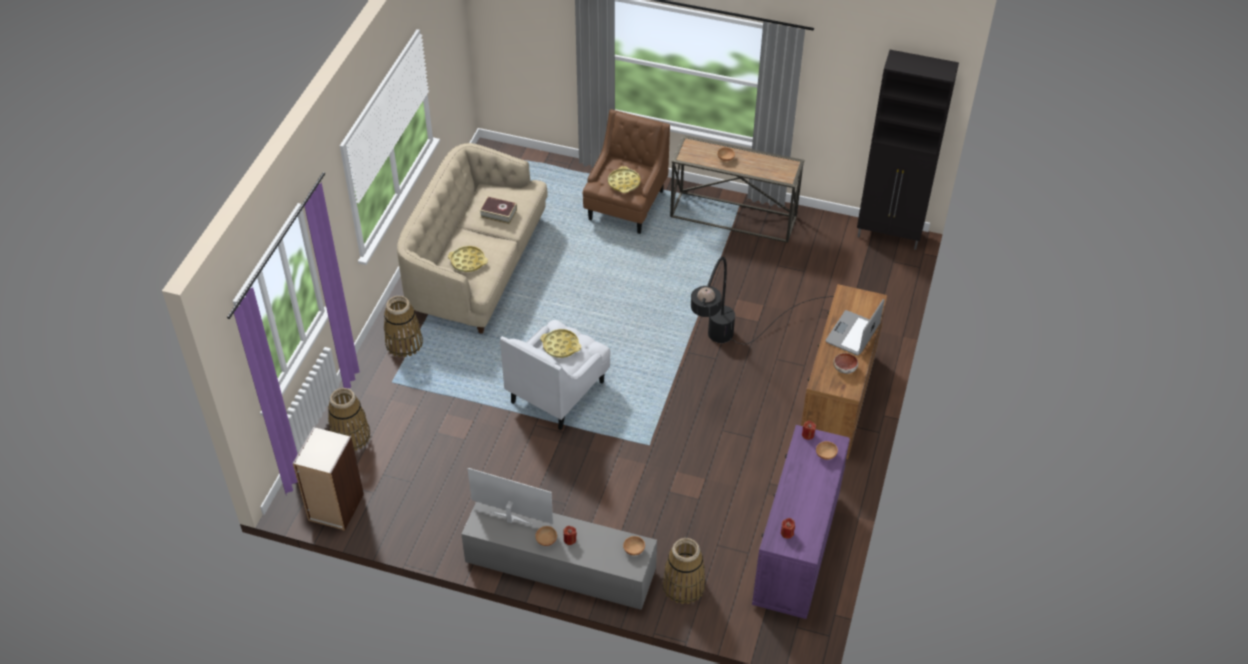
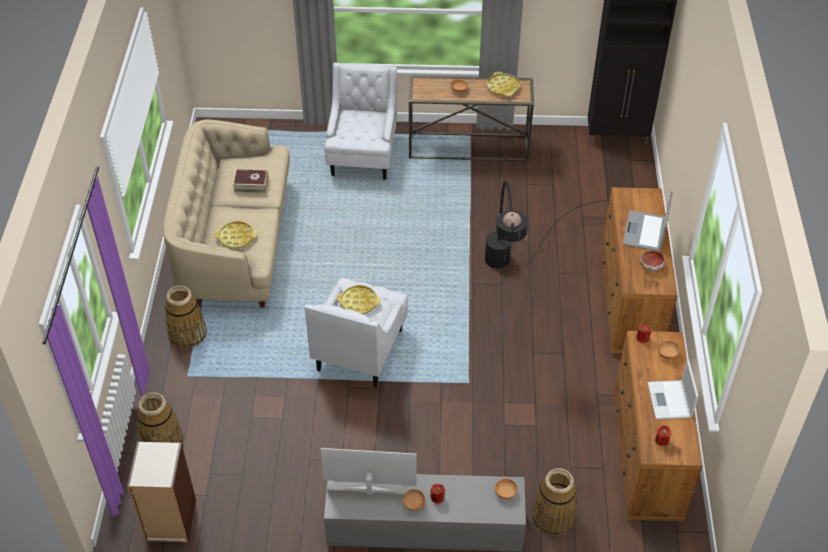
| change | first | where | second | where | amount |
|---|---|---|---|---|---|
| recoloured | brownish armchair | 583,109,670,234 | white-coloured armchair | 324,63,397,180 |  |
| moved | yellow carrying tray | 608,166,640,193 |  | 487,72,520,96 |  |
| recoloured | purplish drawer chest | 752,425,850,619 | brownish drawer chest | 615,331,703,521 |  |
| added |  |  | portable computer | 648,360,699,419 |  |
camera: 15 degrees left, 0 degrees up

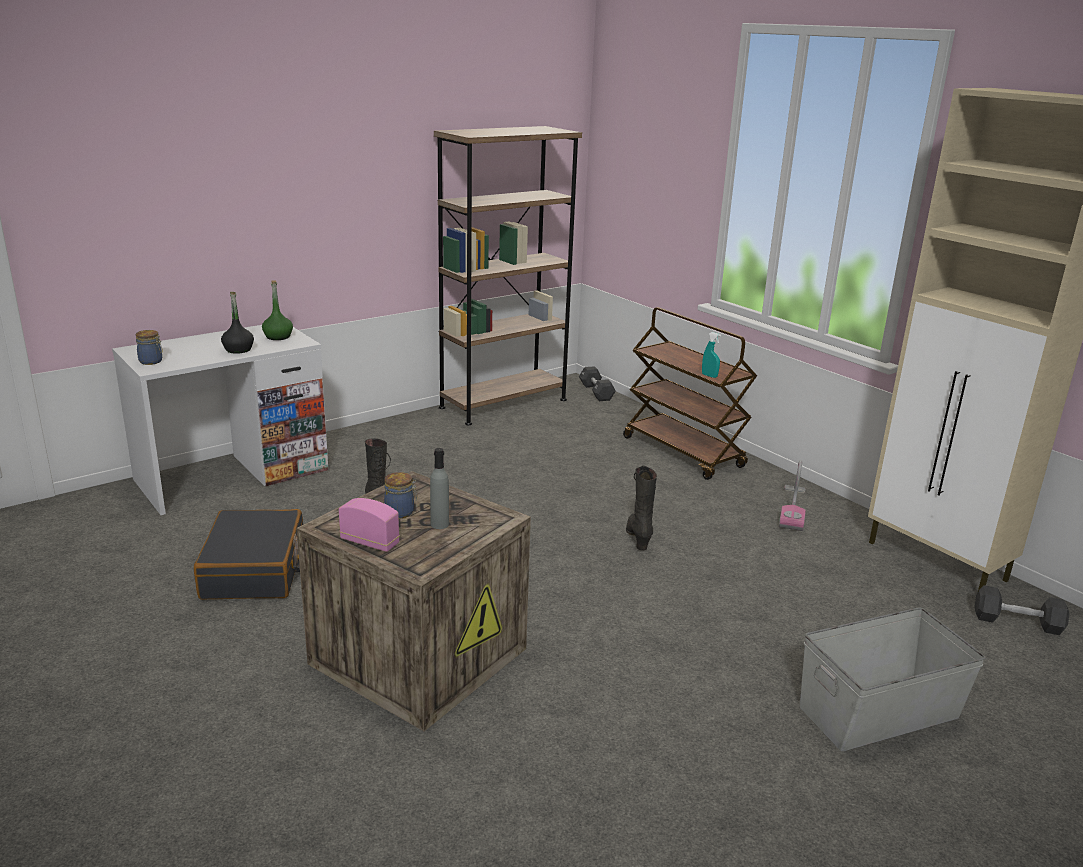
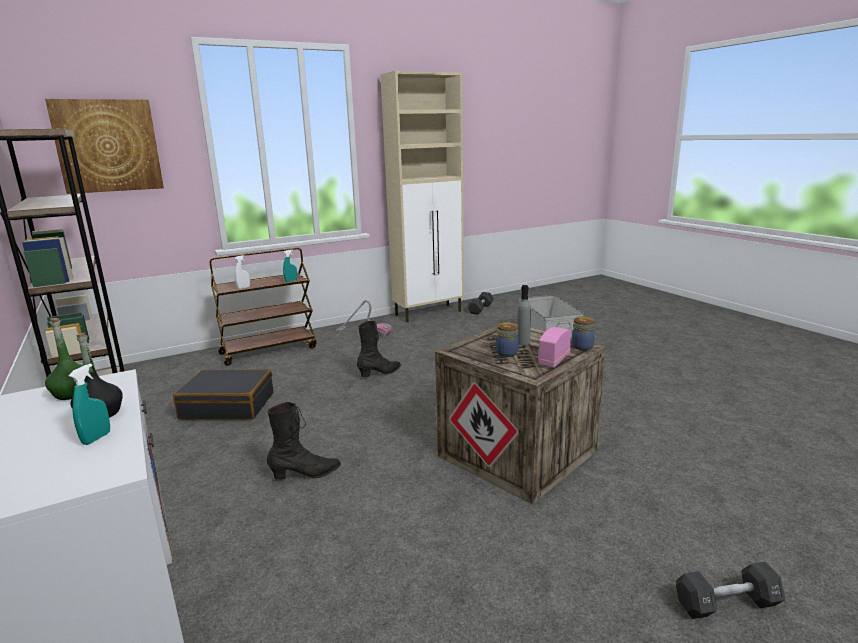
| change | first | where | second | where | amount |
|---|---|---|---|---|---|
| moved | storage jar | 135,330,163,365 |  | 572,316,595,350 |  |
| moved | black-coloured free weight | 579,366,616,401 |  | 676,562,785,619 |  |
| turned | black-coloured high-top boot | 626,465,657,550 |  | 357,321,401,377 | 135 degrees clockwise |
| moved | black-coloured piece of luggage | 194,509,303,599 |  | 173,369,273,420 |  |
| added |  |  | wall picture | 45,99,164,194 |  |
| added |  |  | white-coloured spray bottle | 235,255,250,289 |  |
| added |  |  | blue-green spray bottle | 69,364,110,445 |  |
camera: 80 degrees left, 5 degrees down

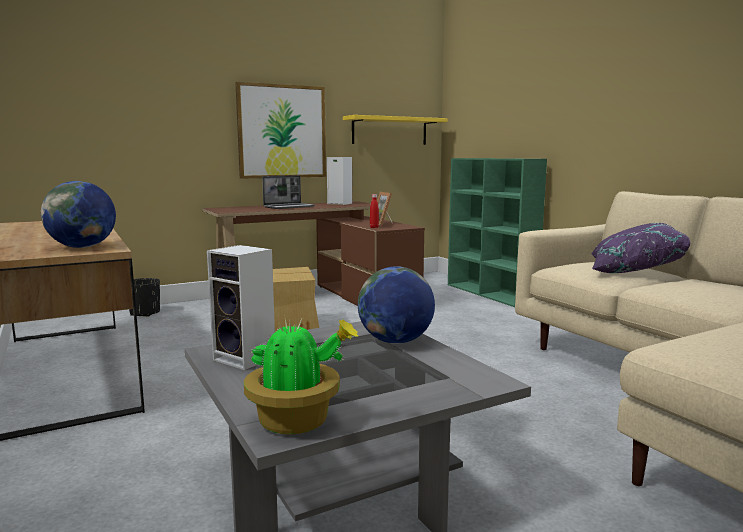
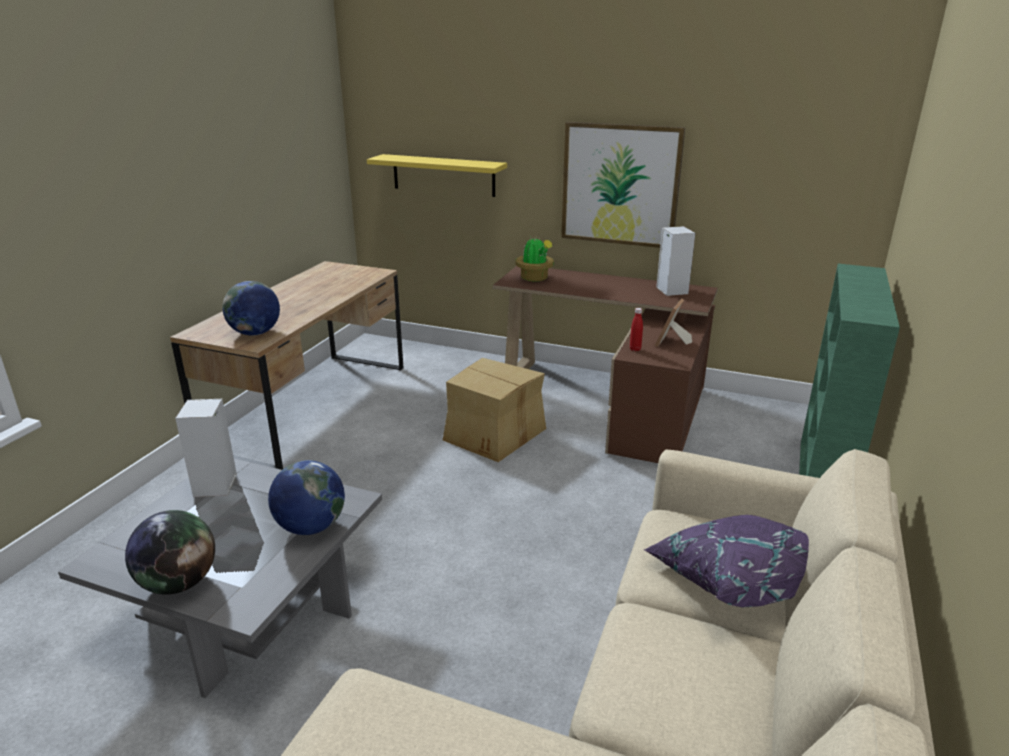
| change | first | where | second | where | amount |
|---|---|---|---|---|---|
| moved | yellow shelf | 343,115,447,145 |  | 367,154,507,197 |  |
| removed | portable computer | 262,175,315,209 |  |  |  |
| removed | black-coloured planter | 129,278,160,317 |  |  |  |
| moved | houseplant | 244,319,358,434 |  | 515,236,554,281 |  |
| added |  |  | world globe | 125,510,215,595 |  |
camera: 50 degrees right, 15 degrees up

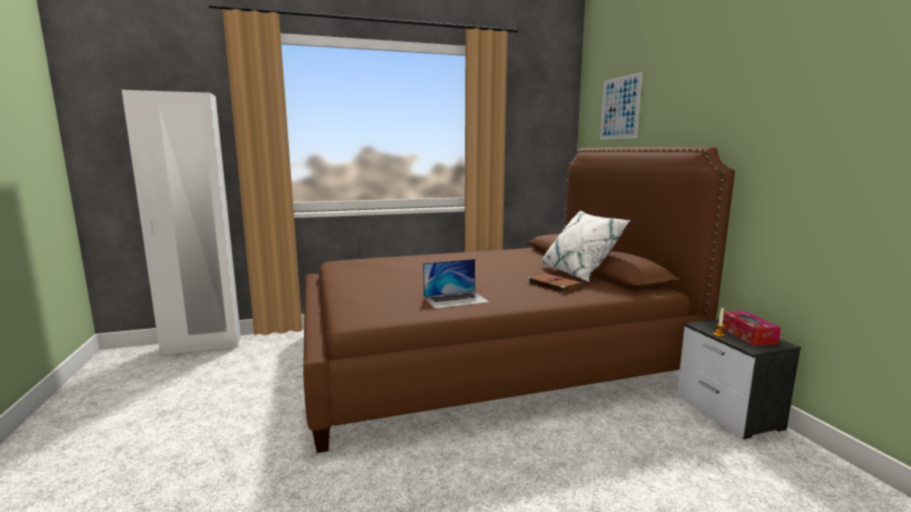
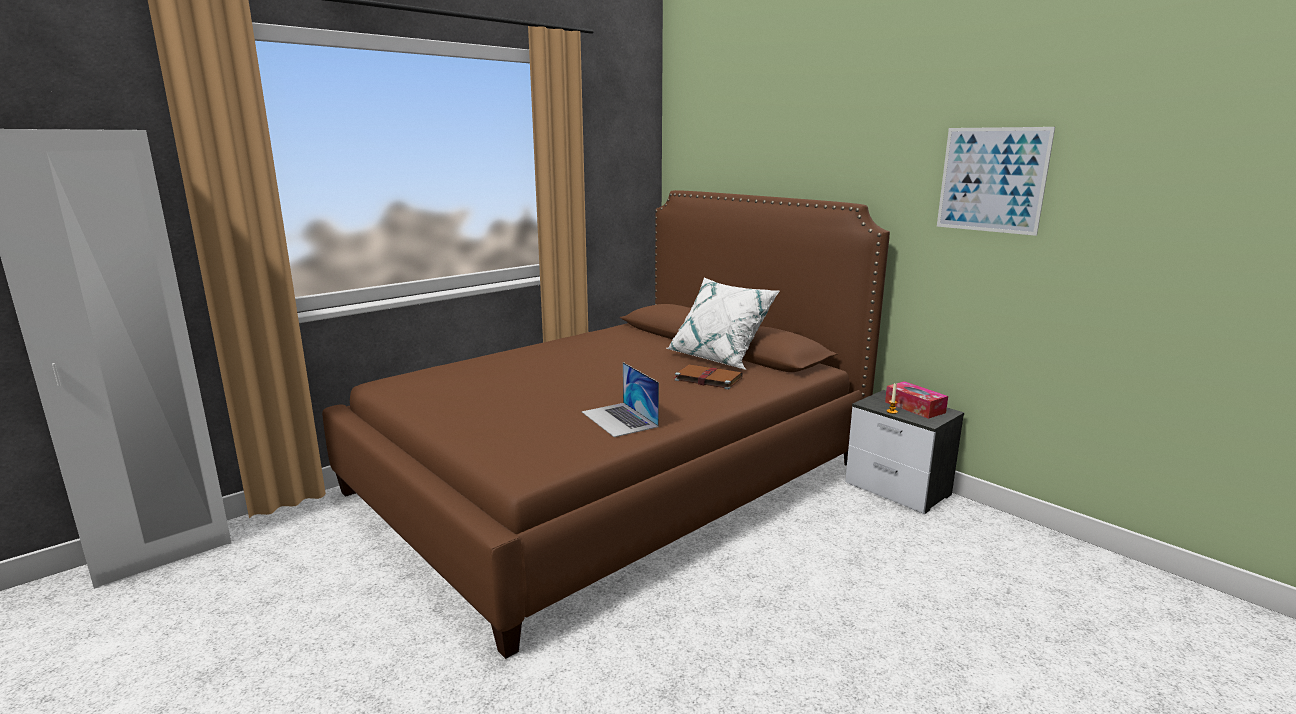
| change | first | where | second | where | amount |
|---|---|---|---|---|---|
| moved | wall picture | 600,72,642,140 |  | 937,127,1055,236 |  |
| turned | portable computer | 423,259,489,309 |  | 582,362,659,437 | 105 degrees clockwise |
camera: 25 degrees left, 5 degrees up

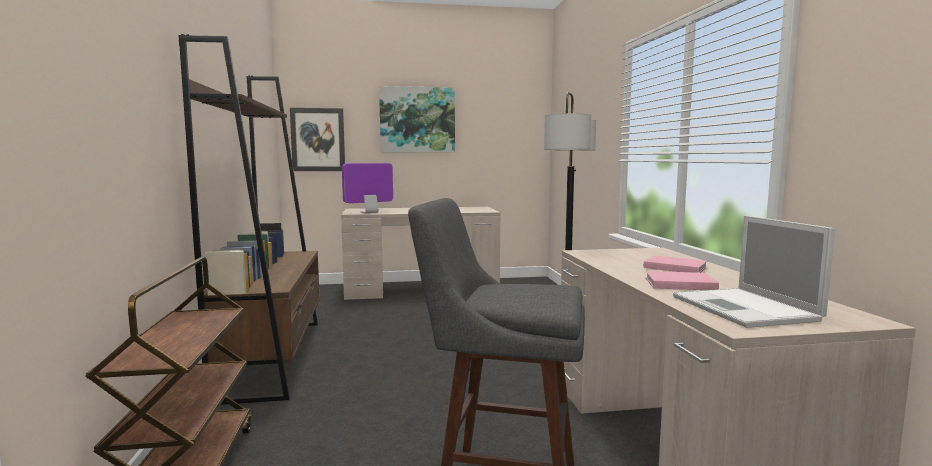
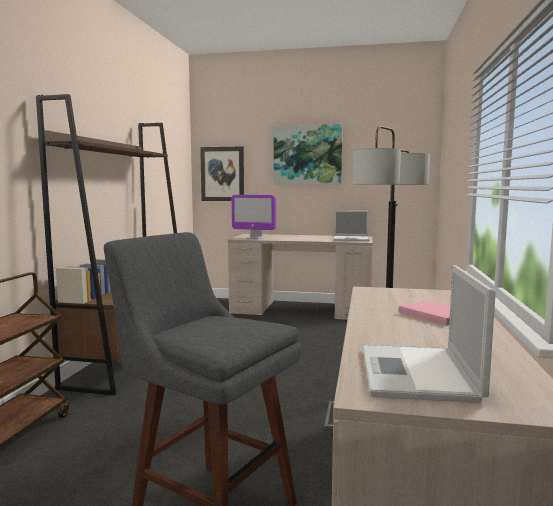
| change | first | where | second | where | amount |
|---|---|---|---|---|---|
| turned | computer screen | 342,163,393,213 |  | 231,195,276,239 | 150 degrees counterclockwise |
| removed | pinkish volume | 646,271,719,290 |  |  |  |
| added |  |  | portable computer | 333,210,370,241 |  |
camera: 20 degrees right, 0 degrees up

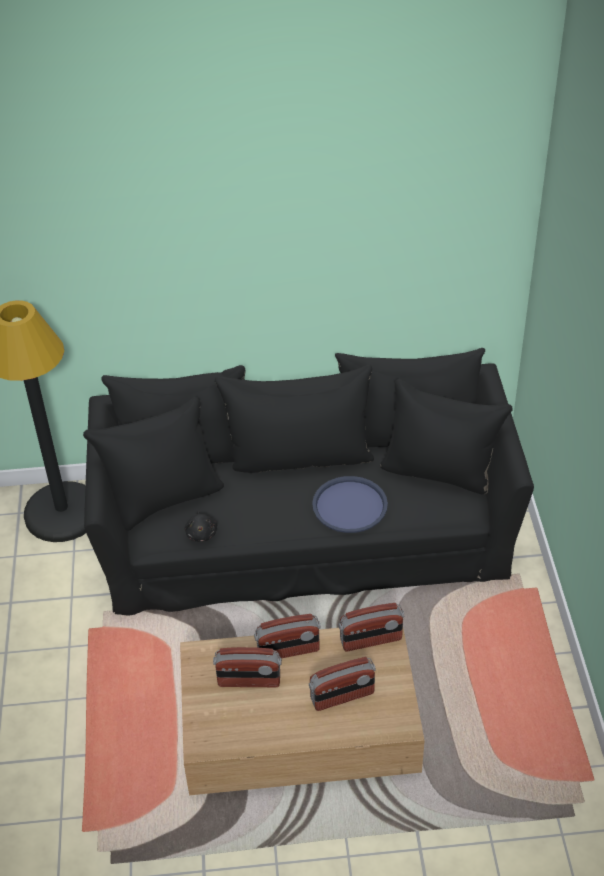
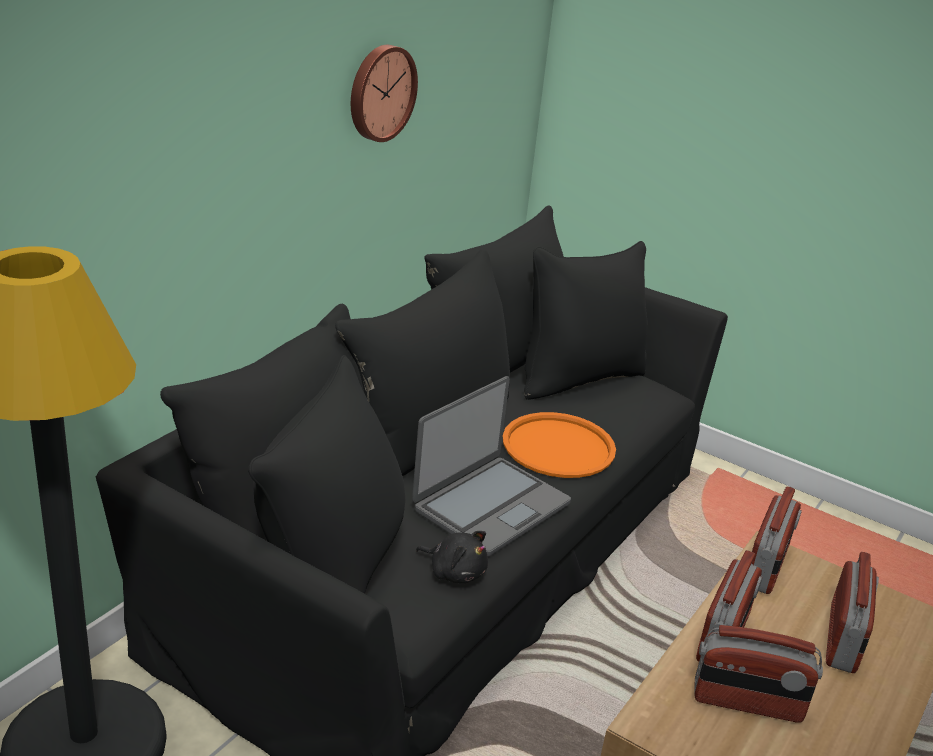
| change | first | where | second | where | amount |
|---|---|---|---|---|---|
| recoloured | blue carrying tray | 312,476,388,533 | orange-coloured carrying tray | 503,412,616,478 |  |
| turned | radio | 213,647,282,687 |  | 694,625,823,723 | 60 degrees clockwise |
| added |  |  | clock on the wall | 351,45,418,142 |  |
| added |  |  | portable computer | 412,376,571,556 |  |
camera: 55 degrees left, 15 degrees down

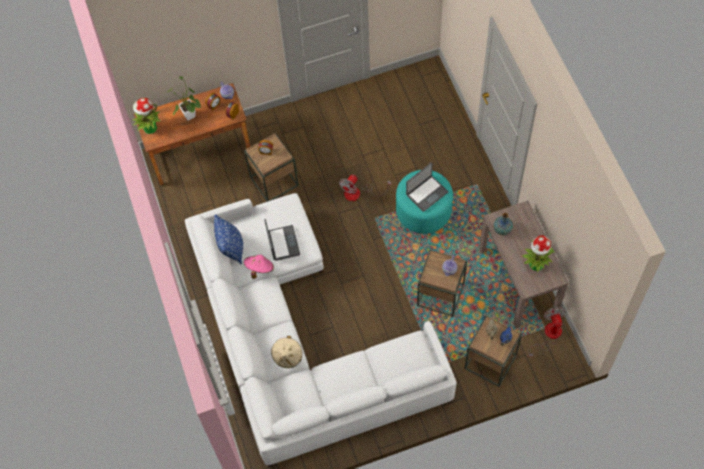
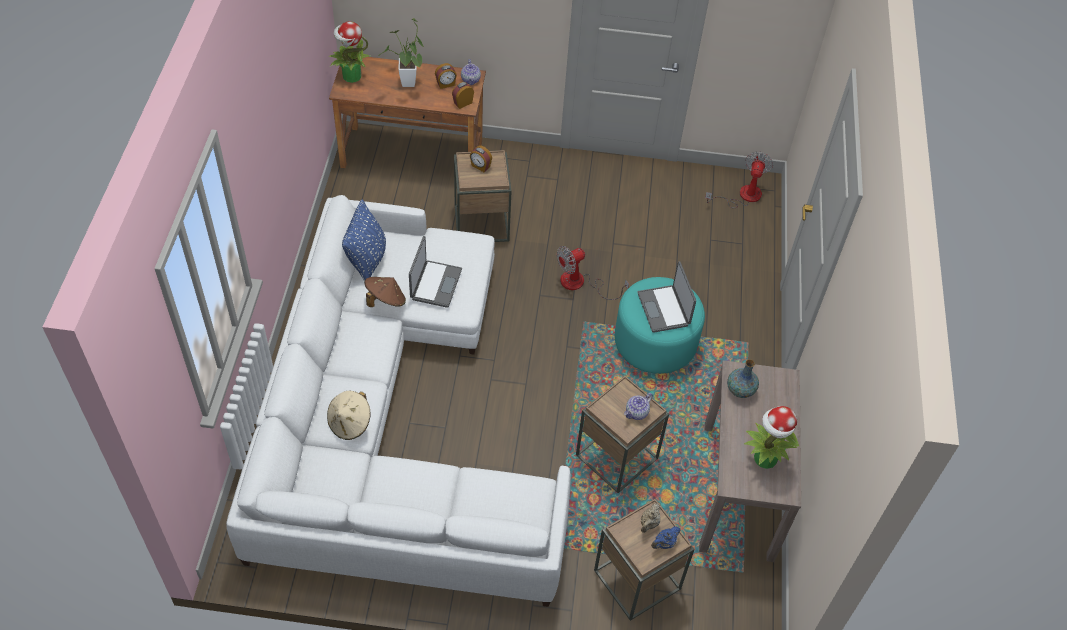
| change | first | where | second | where | amount |
|---|---|---|---|---|---|
| turned | portable computer | 406,162,448,212 |  | 637,261,696,333 | 90 degrees clockwise |
| recoloured | pinkish wearable hat | 244,255,274,279 | brownish wearable hat | 364,277,406,307 |  |
| moved | fan | 529,307,566,357 |  | 705,152,773,208 |  |
camera: 20 degrees right, 10 degrees down

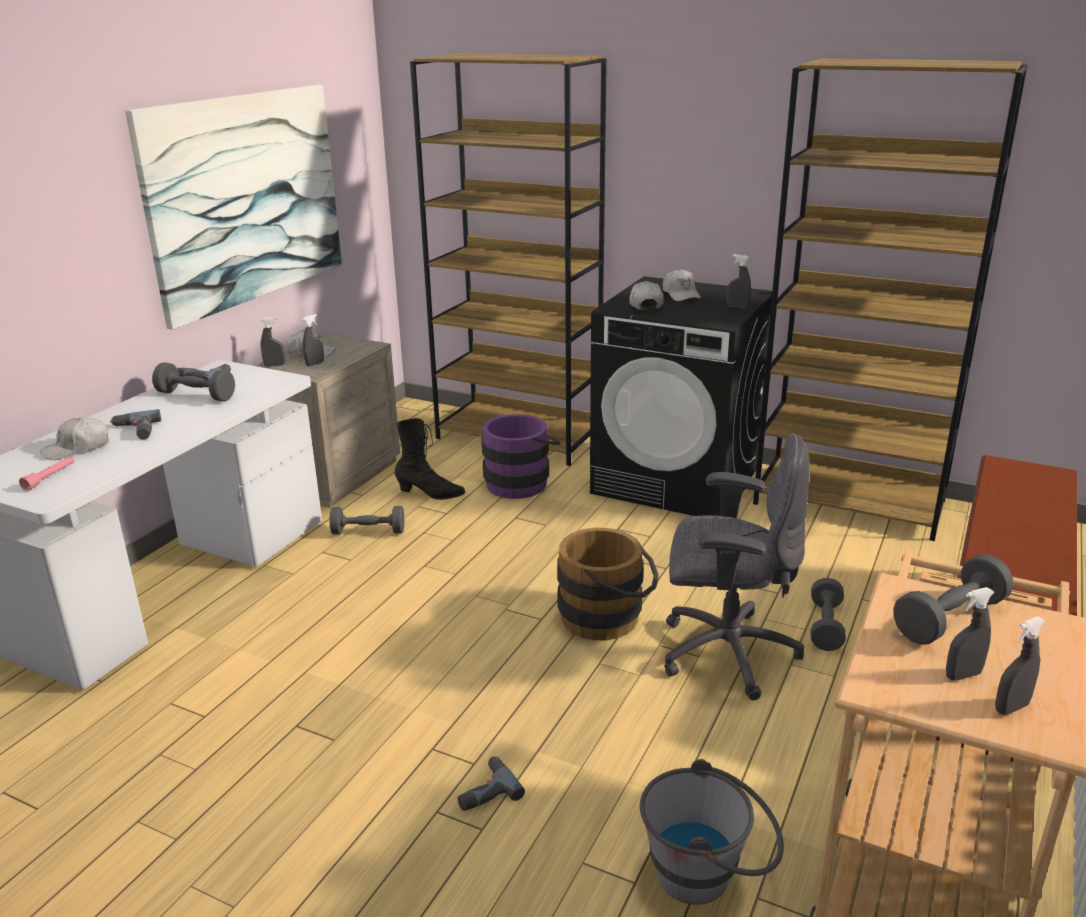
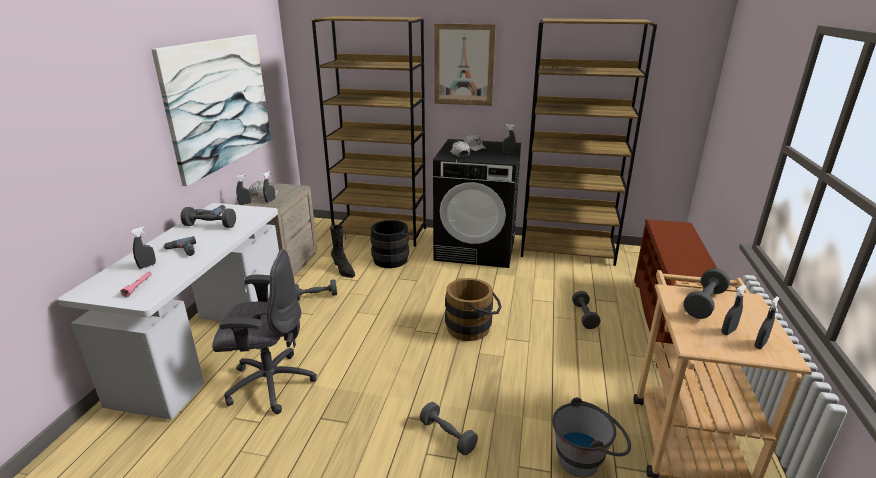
| change | first | where | second | where | amount |
|---|---|---|---|---|---|
| recoloured | purplish pail | 482,414,560,499 | black-coloured pail | 370,220,415,268 |  |
| replaced | white-coloured baseball cap | 40,417,109,460 | grey spray bottle | 131,226,156,269 |  |
| turned | black-coloured high-top boot | 395,418,465,500 |  | 330,225,355,278 | 60 degrees clockwise |
| moved | grey office chair | 664,433,809,700 |  | 212,249,317,414 |  |
| replaced | electric drill | 458,756,525,811 | grey free weight | 420,402,478,455 |  |
| added |  |  | wall picture | 434,24,496,106 |  |
camera: 15 degrees left, 0 degrees up

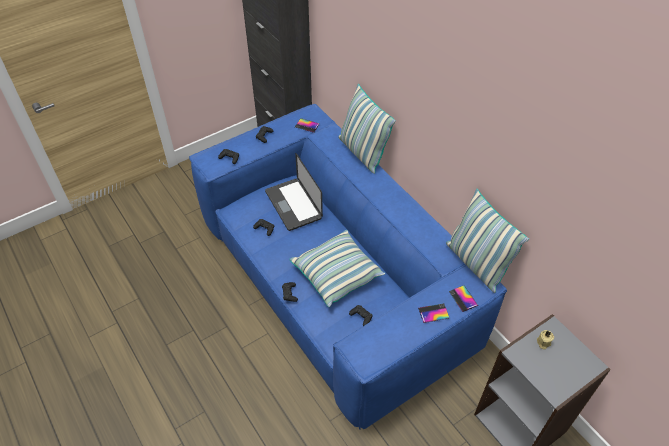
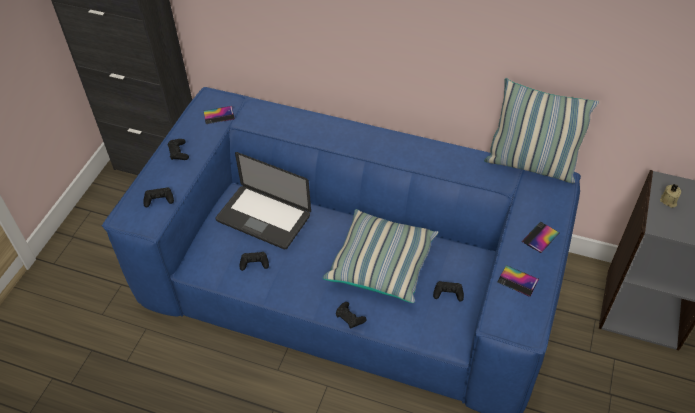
| change | first | where | second | where | amount |
|---|---|---|---|---|---|
| removed | throw pillow | 338,84,396,174 |  |  |  |
| moved | telephone | 449,285,478,312 |  | 497,265,539,297 |  |
camera: 35 degrees left, 0 degrees up

